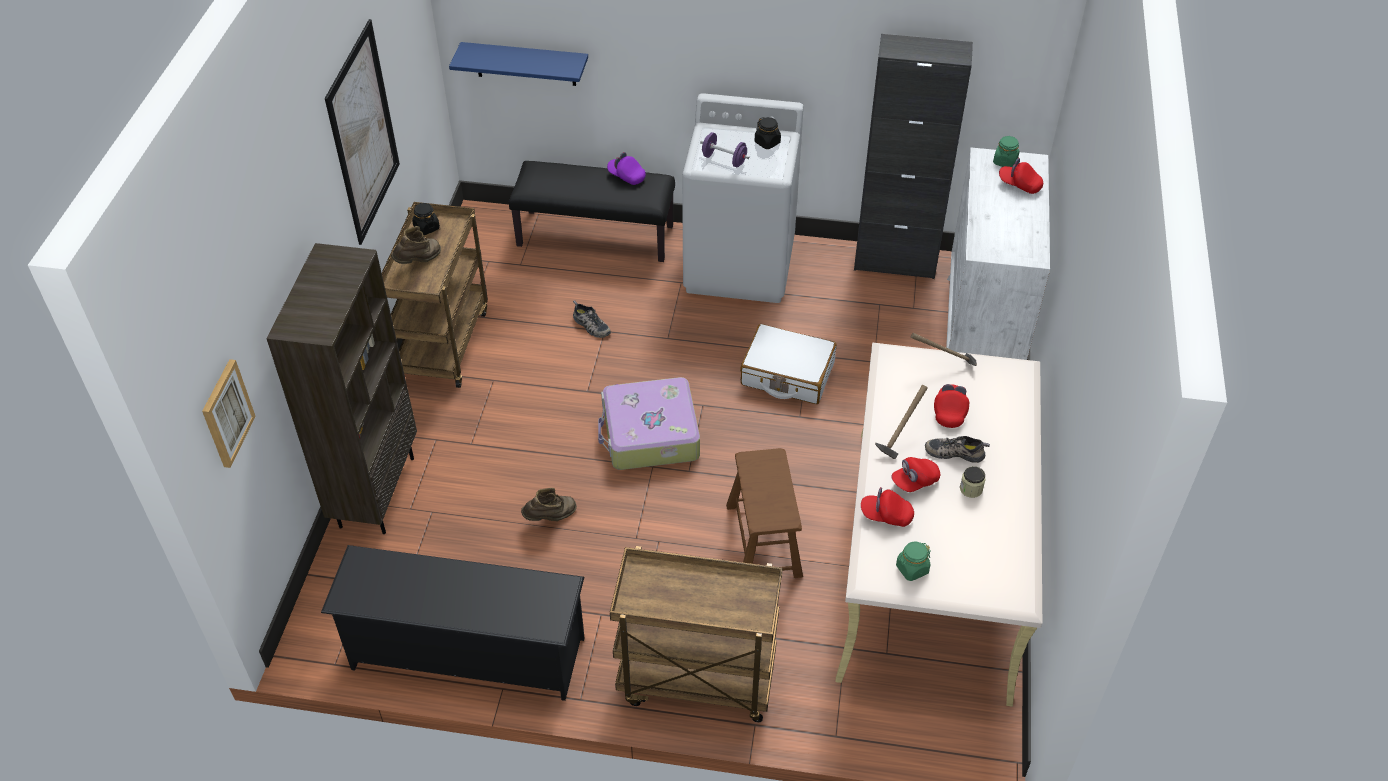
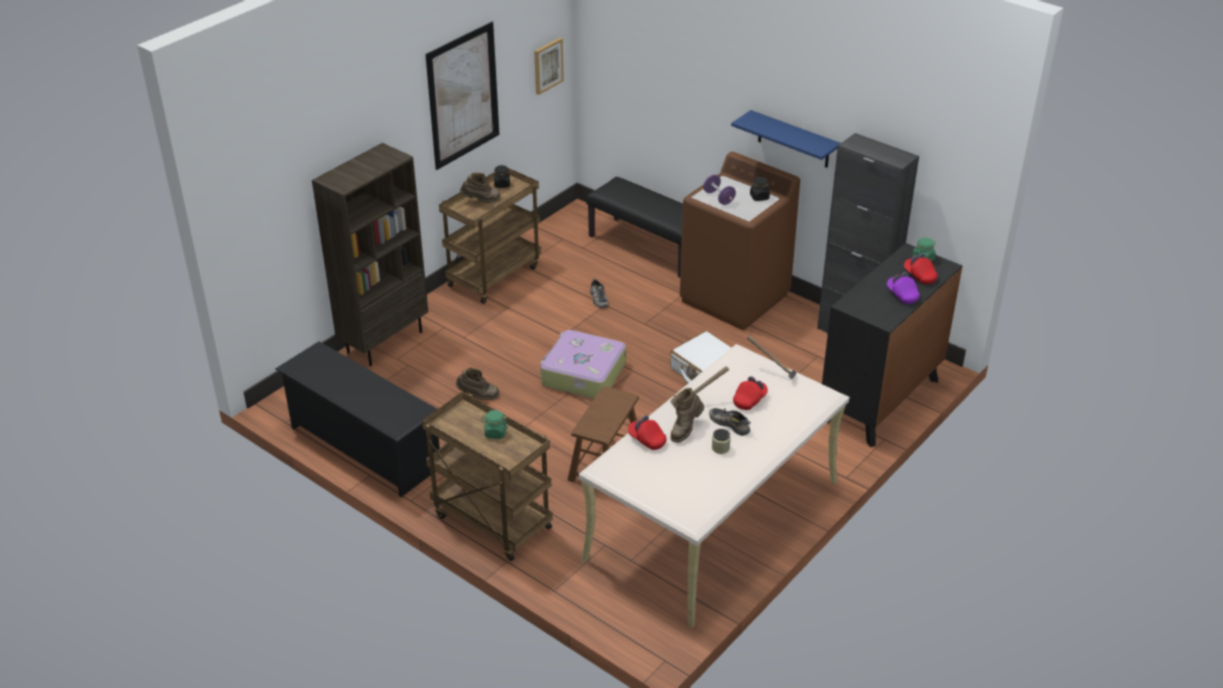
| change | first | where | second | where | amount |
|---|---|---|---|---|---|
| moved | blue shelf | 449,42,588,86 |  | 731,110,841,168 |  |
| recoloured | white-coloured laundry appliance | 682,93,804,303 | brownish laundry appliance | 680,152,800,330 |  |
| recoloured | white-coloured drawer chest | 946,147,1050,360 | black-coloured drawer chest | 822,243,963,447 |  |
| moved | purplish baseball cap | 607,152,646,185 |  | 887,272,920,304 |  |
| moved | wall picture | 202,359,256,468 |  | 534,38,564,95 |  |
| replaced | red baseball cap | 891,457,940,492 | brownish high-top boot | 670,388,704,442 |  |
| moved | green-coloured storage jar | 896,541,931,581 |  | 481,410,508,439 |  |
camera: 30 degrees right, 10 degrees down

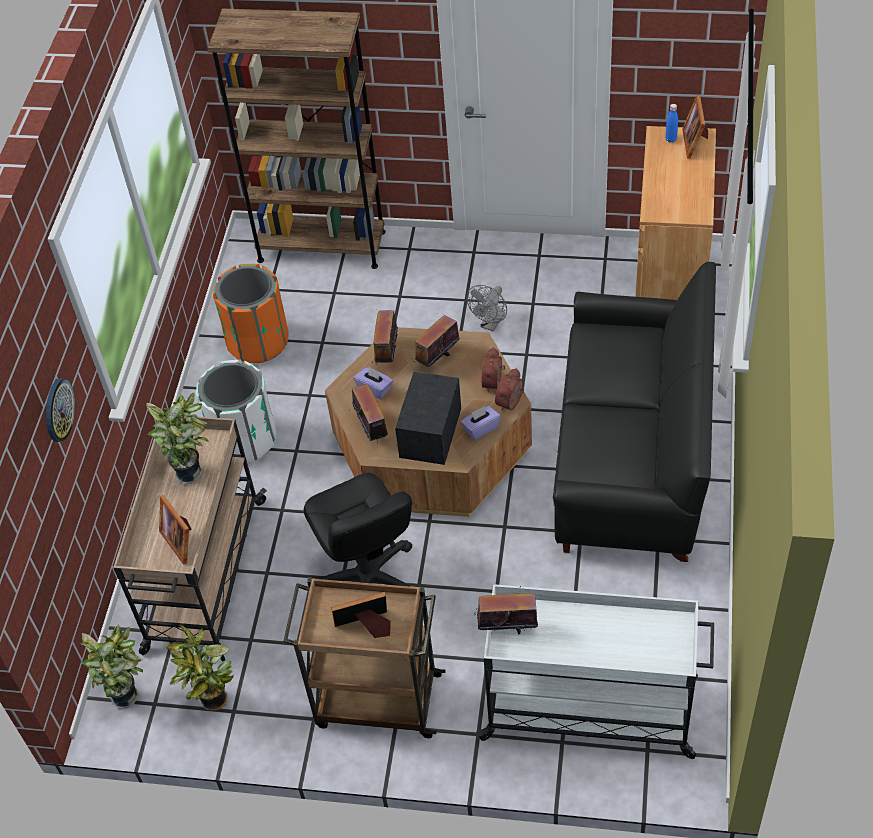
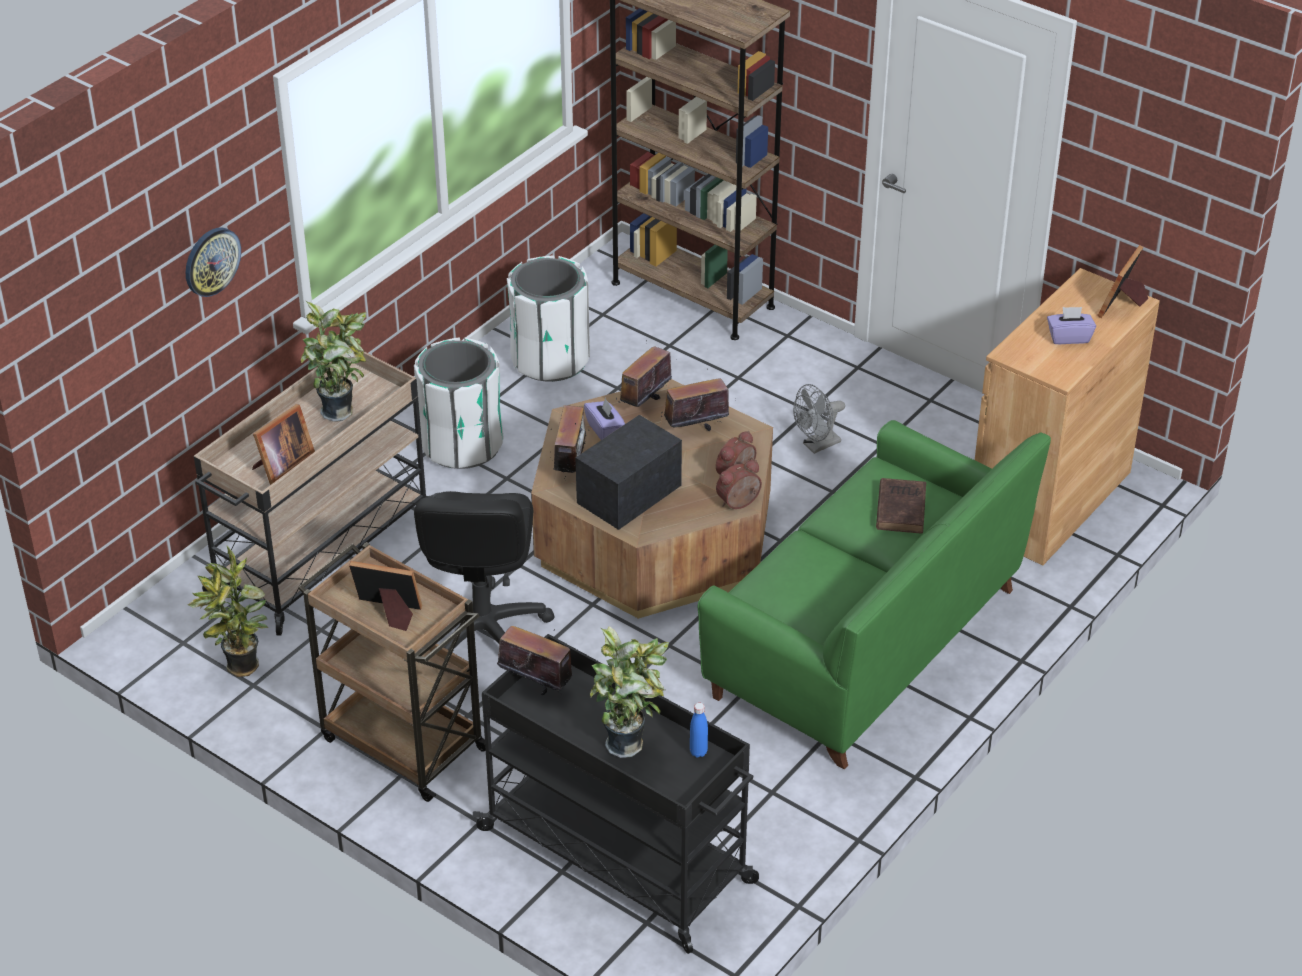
| change | first | where | second | where | amount |
|---|---|---|---|---|---|
| moved | blue beverage bottle | 665,104,678,143 |  | 690,703,708,758 |  |
| recoloured | black-coloured couch | 553,262,716,562 | green-coloured couch | 698,420,1051,769 |  |
| recoloured | orange-coloured trash can | 213,264,288,363 | white-coloured trash can | 507,255,590,382 |  |
| moved | purplish tissue box | 461,406,501,440 |  | 1047,307,1096,344 |  |
| turned | photo frame | 159,495,192,565 |  | 252,404,315,485 | 135 degrees counterclockwise |
| recoloured | white-coloured cart | 476,584,714,759 | black-coloured cart | 473,634,759,954 |  |
| moved | houseplant | 80,625,143,709 |  | 590,626,669,758 |  |
| added |  |  | brownish volume | 876,478,926,533 |  |
camera: 25 degrees right, 10 degrees down

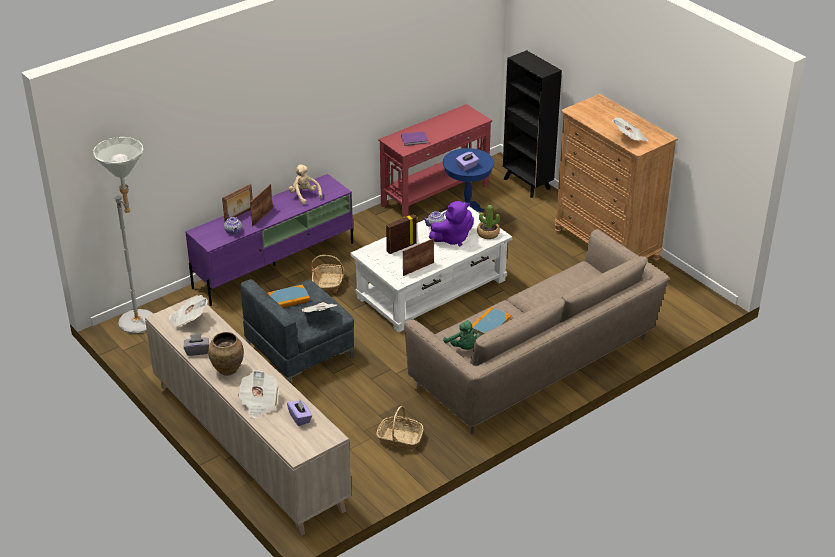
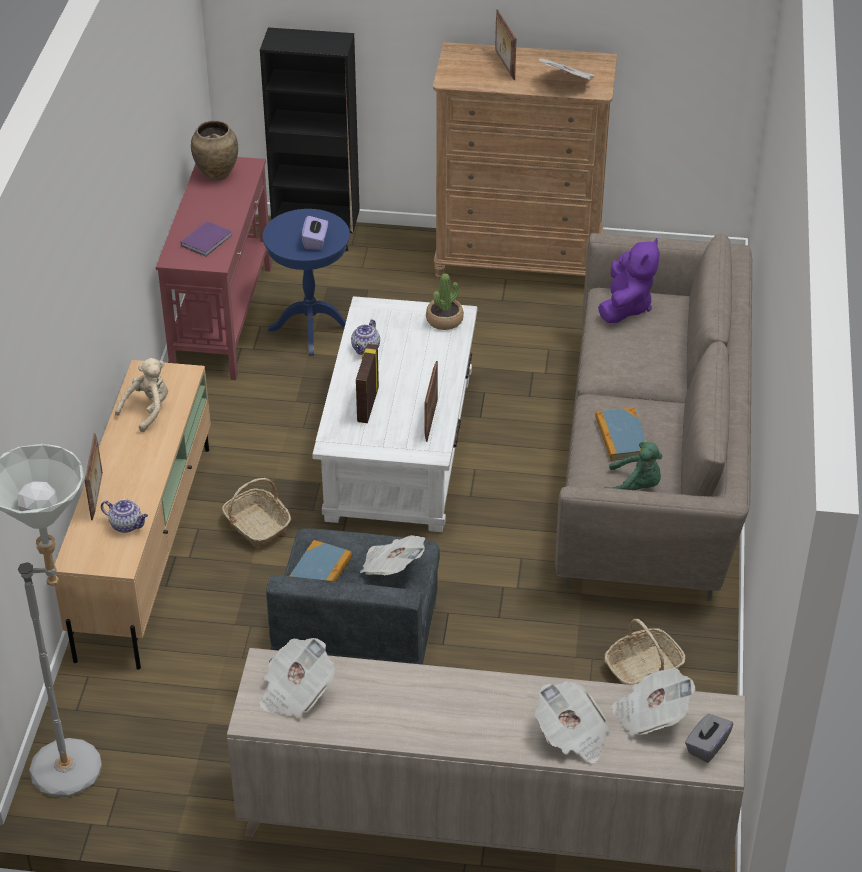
| change | first | where | second | where | amount |
|---|---|---|---|---|---|
| turned | beige plush toy | 288,164,322,205 |  | 115,358,168,432 | 120 degrees clockwise |
| recoloured | purplish tv unit | 185,174,353,306 | beige tv unit | 55,360,211,669 |  |
| moved | photo frame | 250,184,273,226 |  | 495,9,516,80 |  |
| moved | purplish plush toy | 429,201,474,246 |  | 598,238,660,323 |  |
| moved | brownish decorative vase | 208,332,244,376 |  | 191,120,238,181 |  |
| moved | grey tissue box | 184,334,209,356 |  | 685,714,733,763 |  |
| replaced | purplish tissue box | 287,400,312,426 | daily paper | 611,668,695,736 |  |
camera: 45 degrees left, 5 degrees up

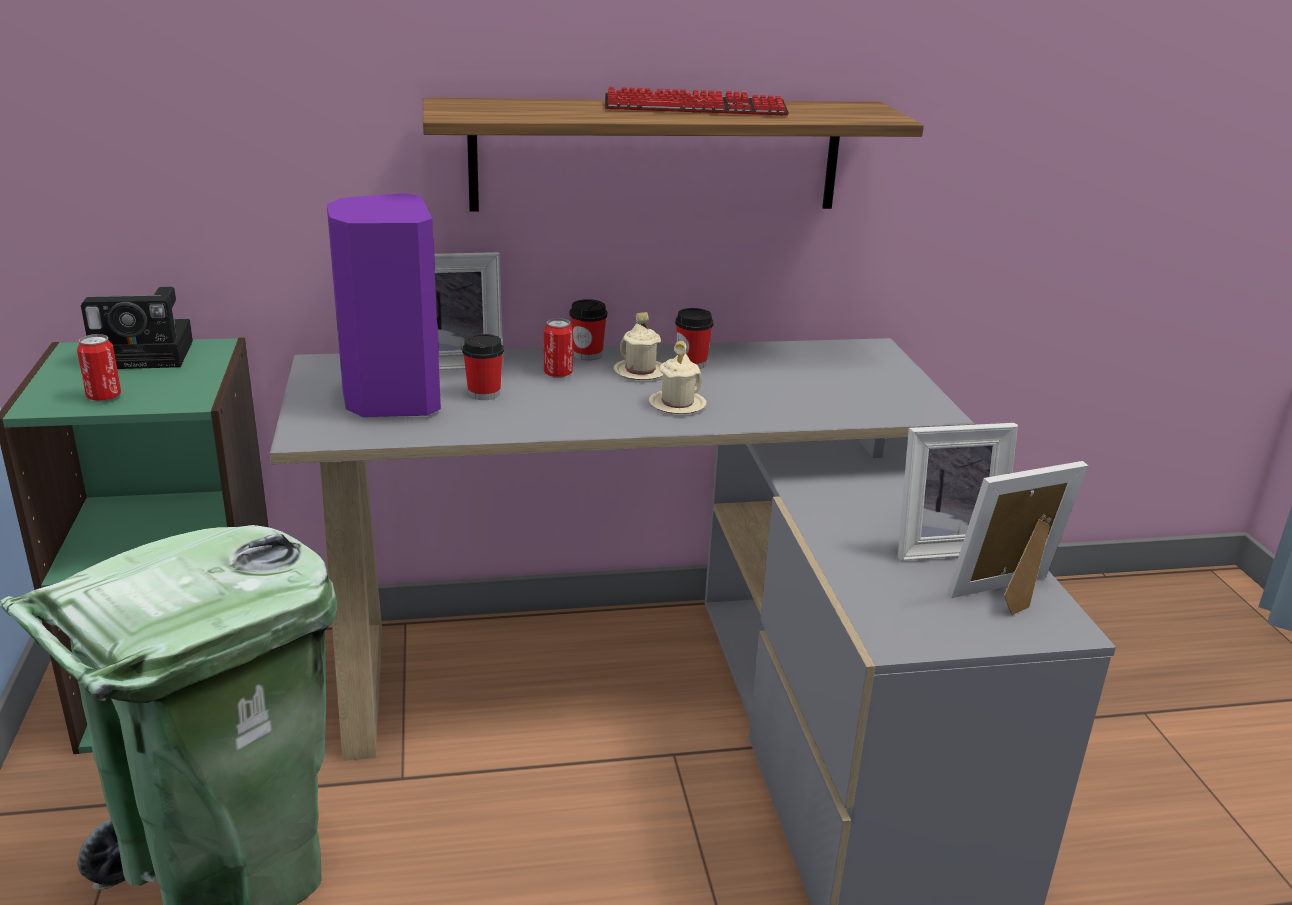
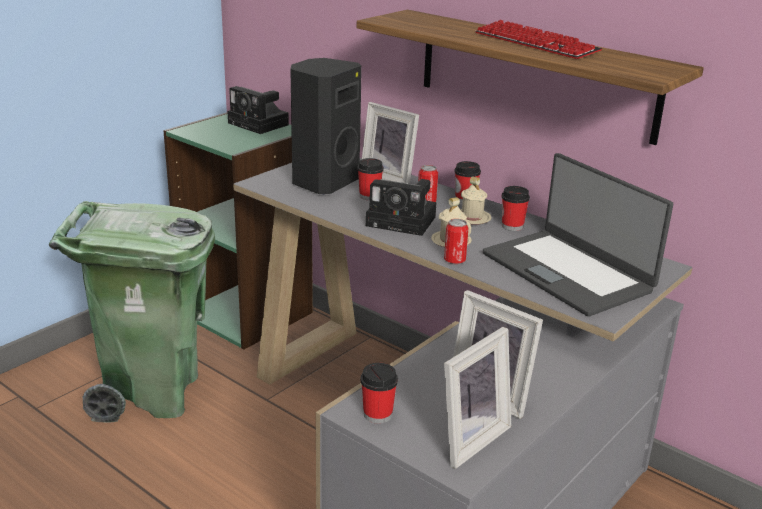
| change | first | where | second | where | amount |
|---|---|---|---|---|---|
| recoloured | purplish speaker | 327,193,441,417 | black-coloured speaker | 290,58,362,194 |  |
| moved | can | 77,334,121,402 |  | 444,219,469,264 |  |
| turned | photo frame | 947,461,1088,615 |  | 444,327,511,469 | 105 degrees clockwise |
| added |  |  | portable computer | 483,153,673,317 |  |
| added |  |  | still camera | 366,179,436,236 |  |
| added |  |  | small cup | 360,363,398,424 |  |
camera: 50 degrees right, 0 degrees up

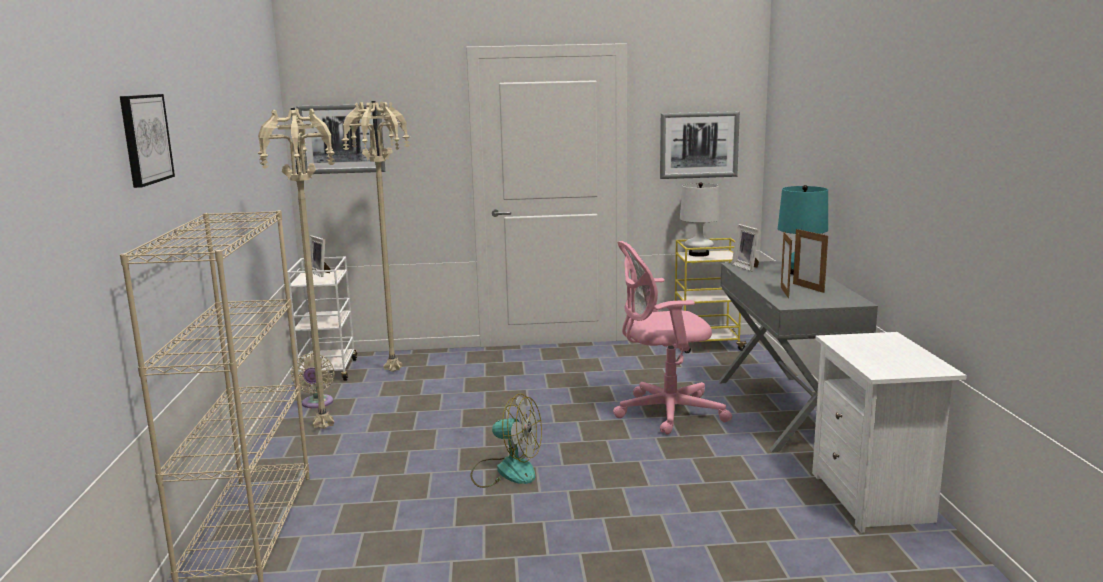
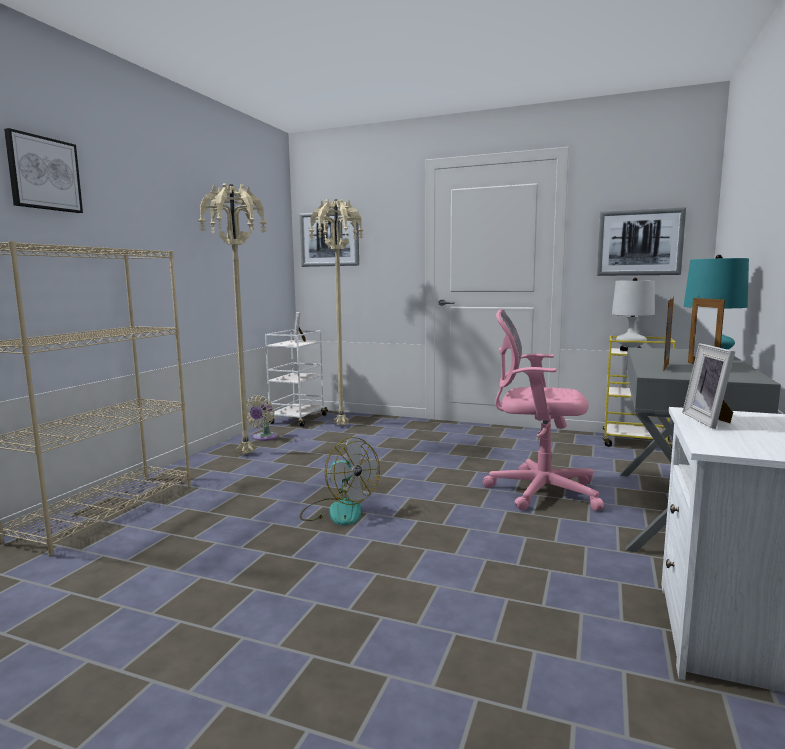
| change | first | where | second | where | amount |
|---|---|---|---|---|---|
| moved | photo frame | 732,224,760,271 |  | 682,343,735,429 |  |
camera: 25 degrees right, 5 degrees down

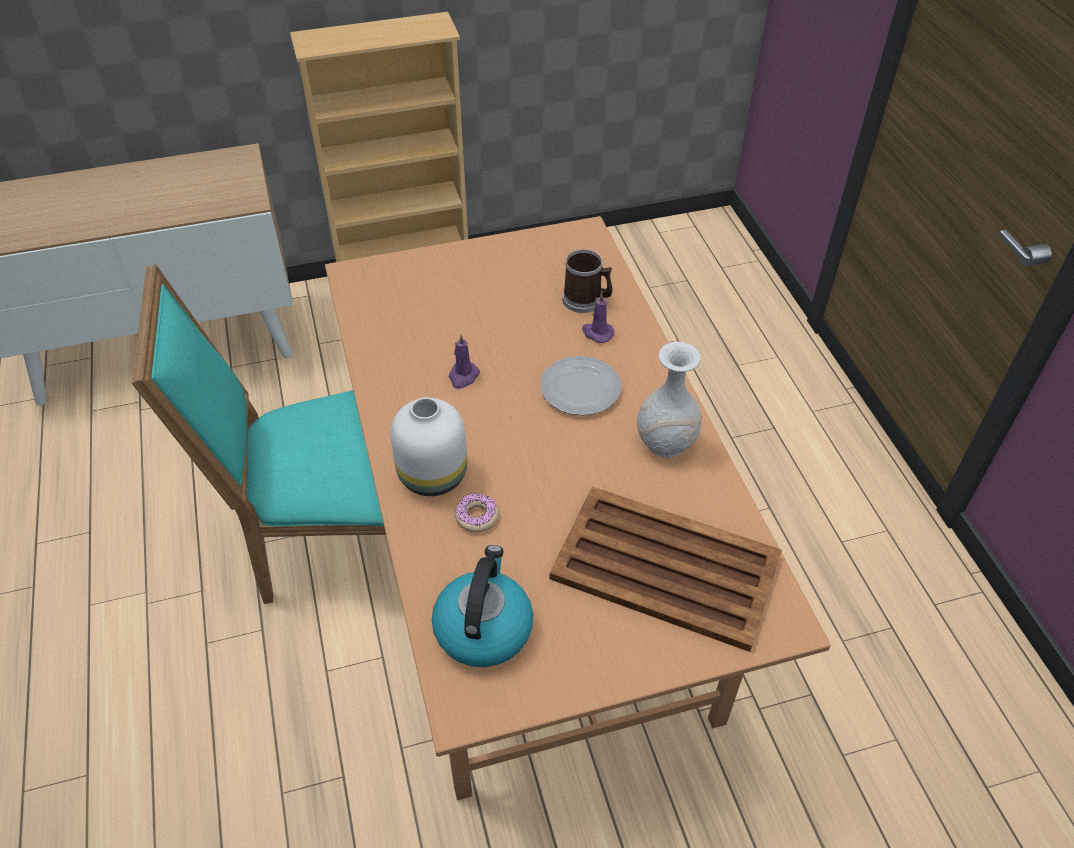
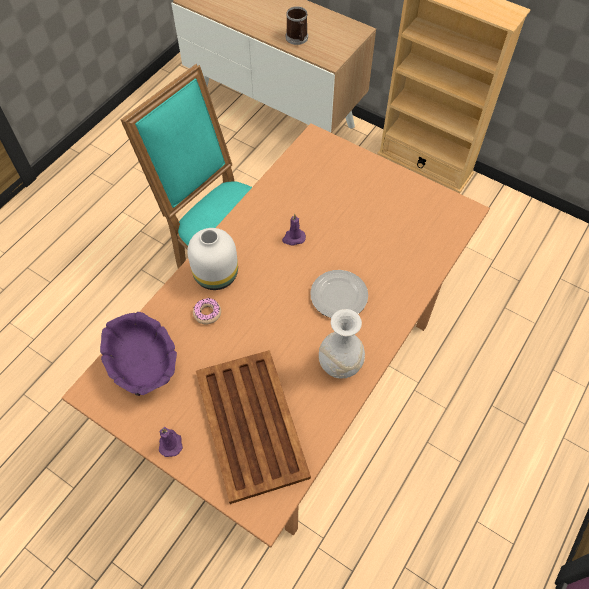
| change | first | where | second | where | amount |
|---|---|---|---|---|---|
| moved | tea mug | 562,249,613,313 |  | 286,6,308,45 |  |
| moved | purplish candle | 582,292,614,343 |  | 159,427,183,457 |  |
| replaced | kettle | 432,545,533,667 | purplish serving bowl | 100,312,177,396 |  |
camera: 50 degrees right, 10 degrees up

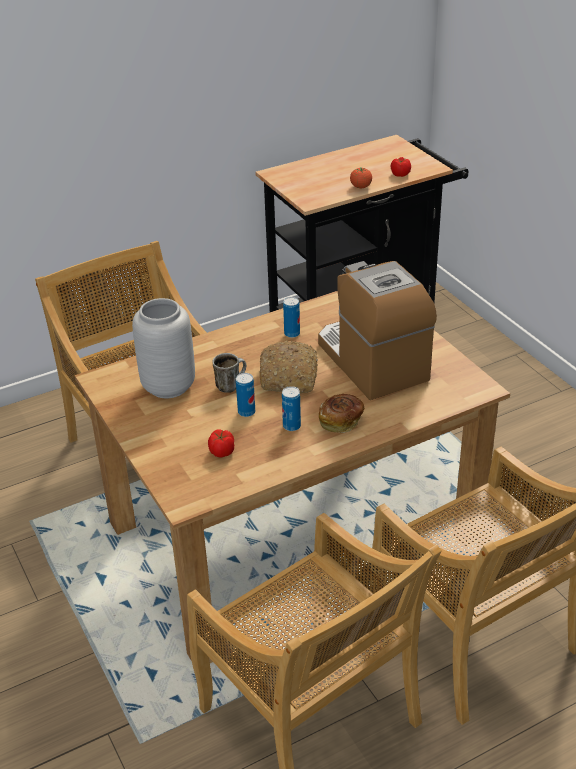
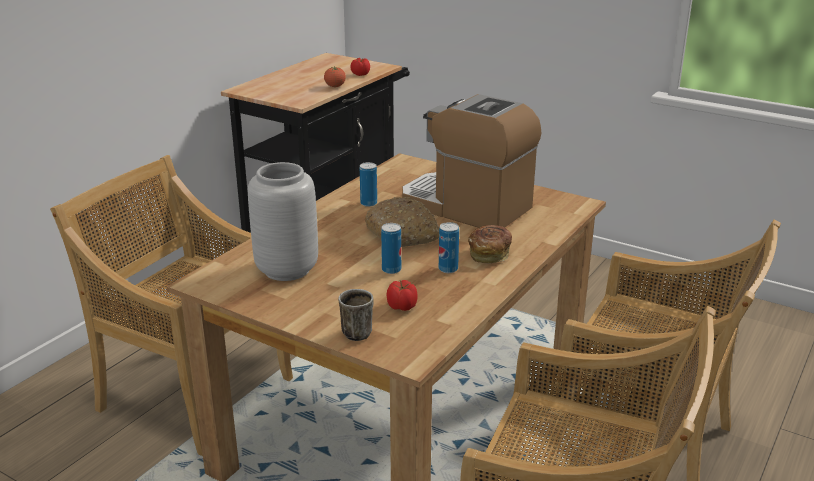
| change | first | where | second | where | amount |
|---|---|---|---|---|---|
| moved | tea mug | 213,353,246,393 |  | 338,289,373,341 |  |
camera: 30 degrees left, 10 degrees down

